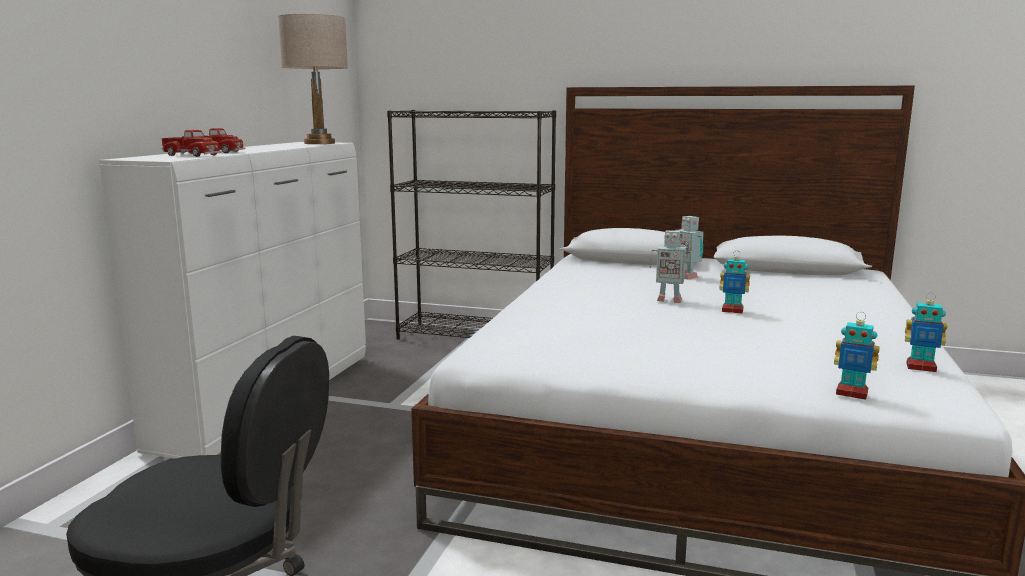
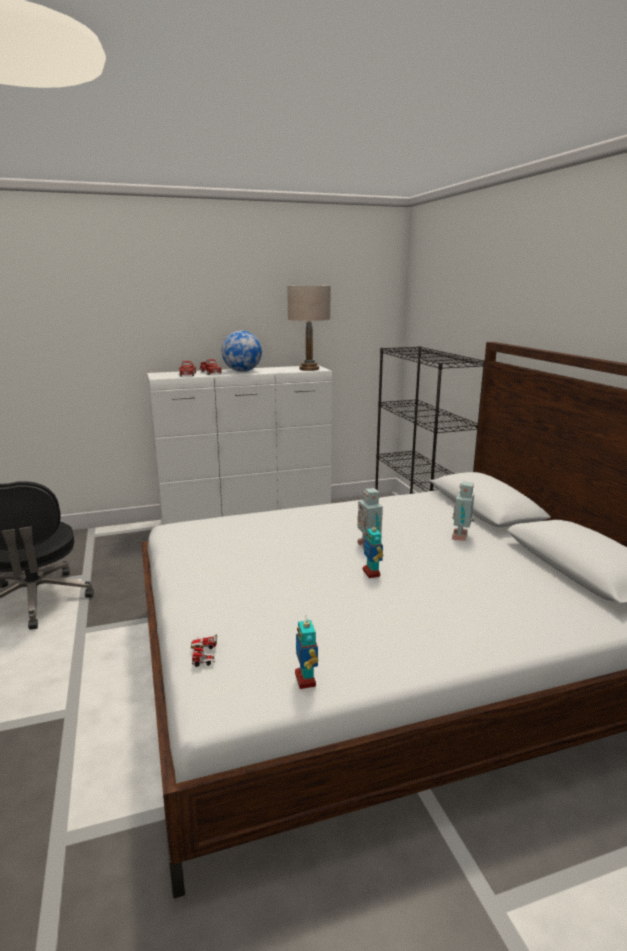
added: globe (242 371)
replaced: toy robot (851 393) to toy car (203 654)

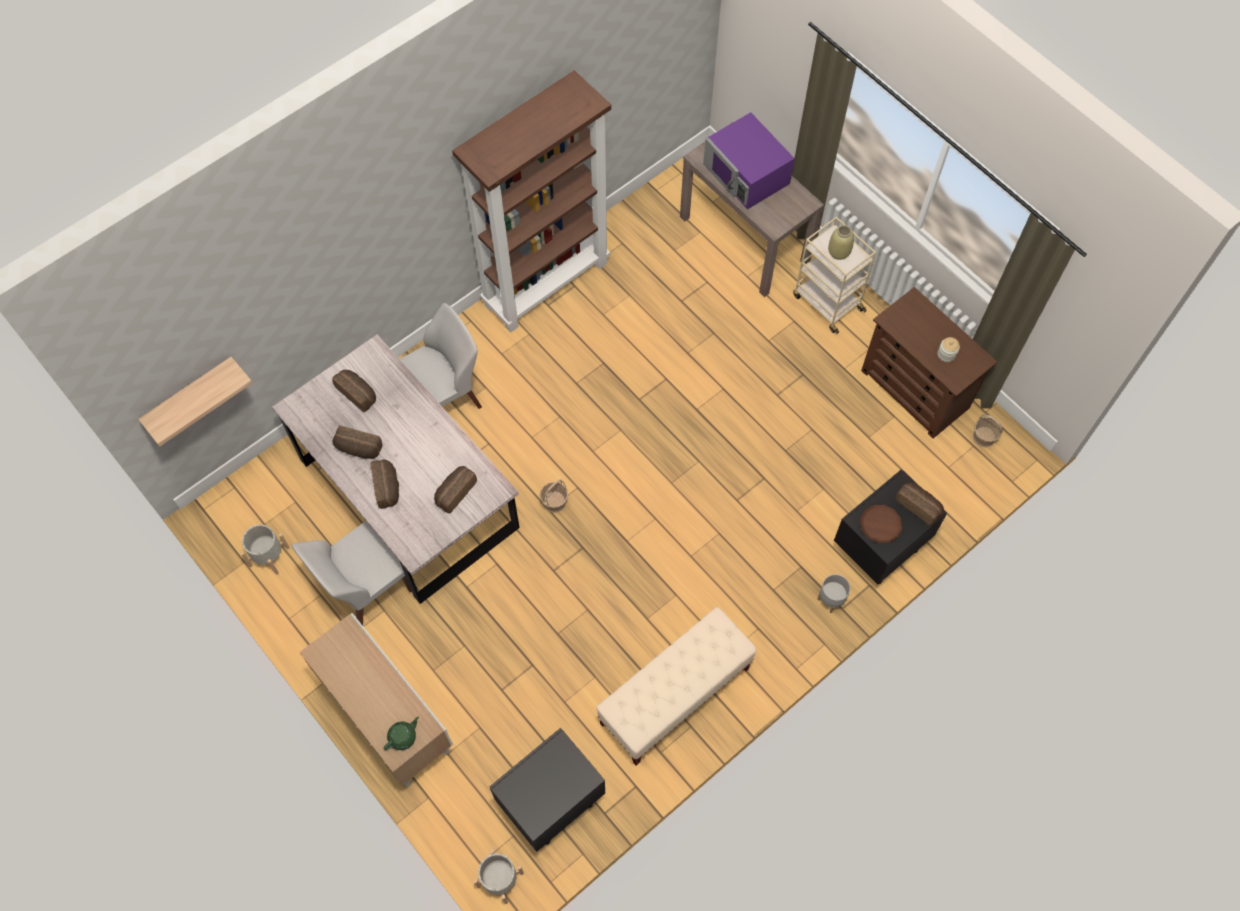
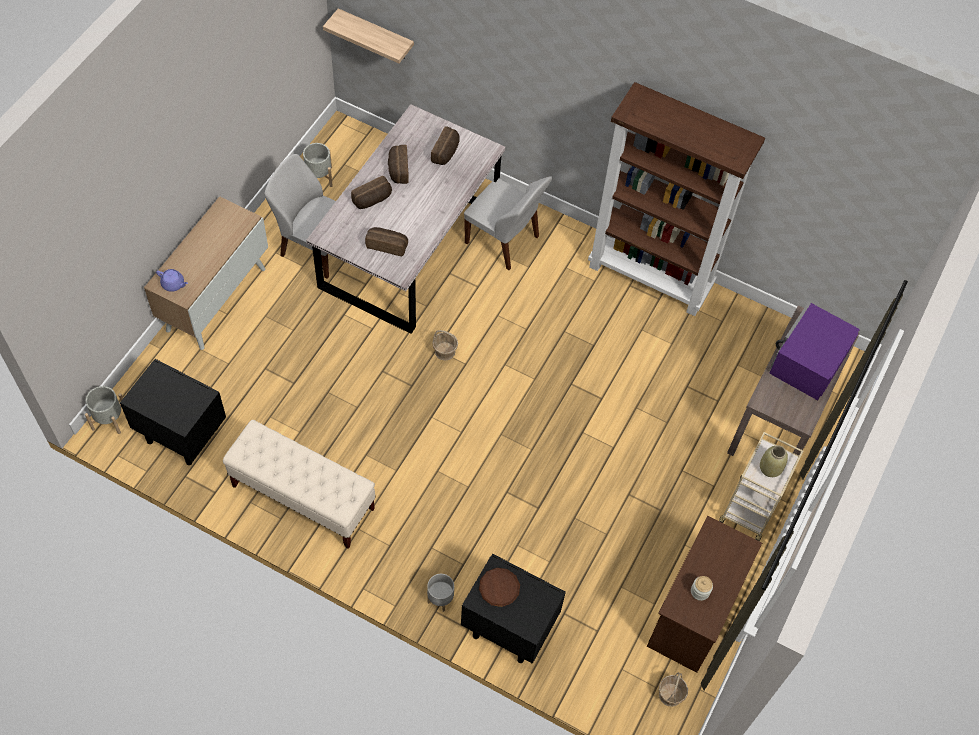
removed: bread (919 505)
recoloured: green teapot (403 736) to purple teapot (173 284)

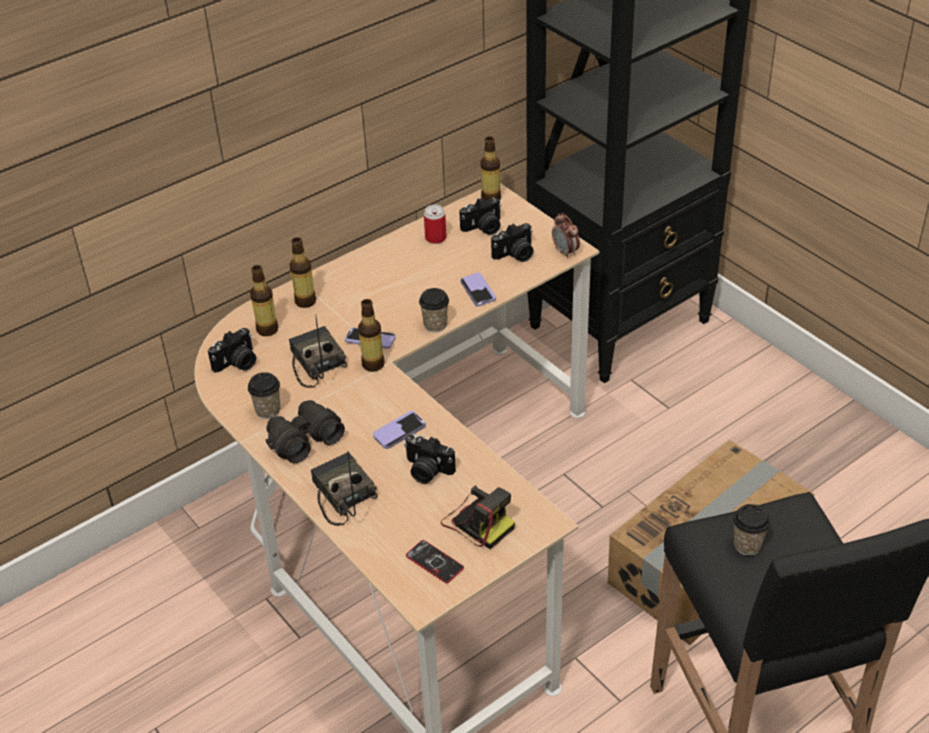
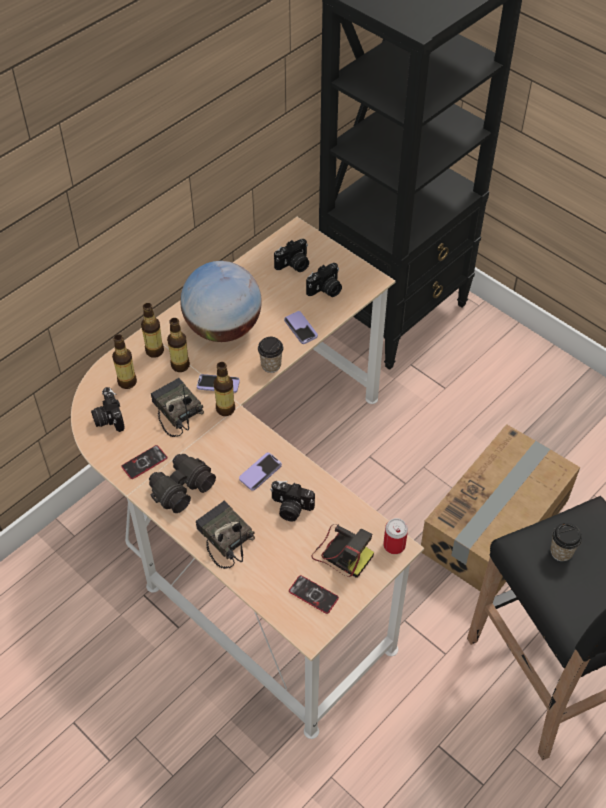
removed: alarm clock (565 252)
added: globe (223 328)
moved: can (435 238) to (394 545); bottle (491 198) to (180 365)
replaced: cup (268 410) to phone (144 462)
turned: photo camera (237 363) = (108 418) 120 degrees clockwise

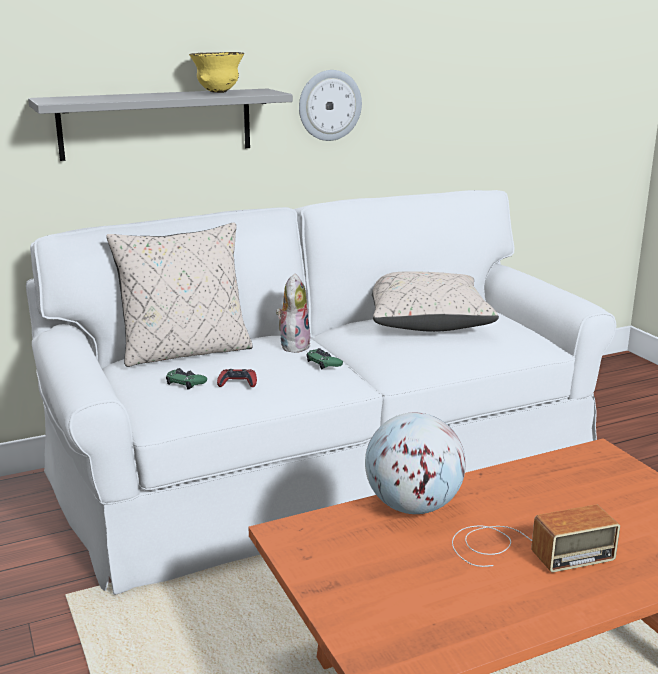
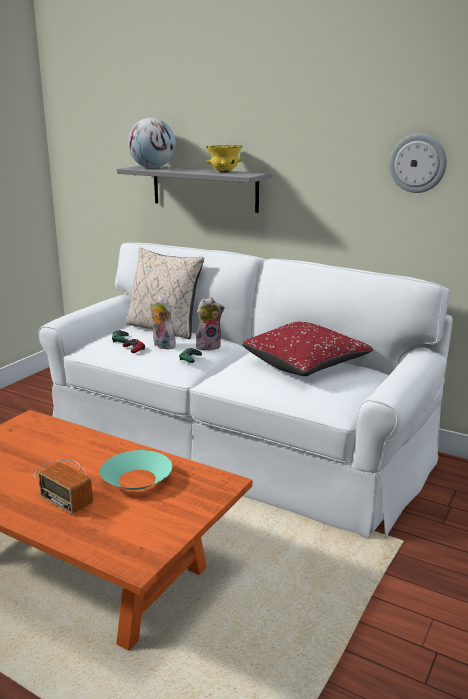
added: turquoise bowl (137 479); plush toy (162 345)
moved: wall clock (329 105) to (418 163); globe (413 506) to (152 168)
recoloured: beige pillow (425 321) to red pillow (305 364)

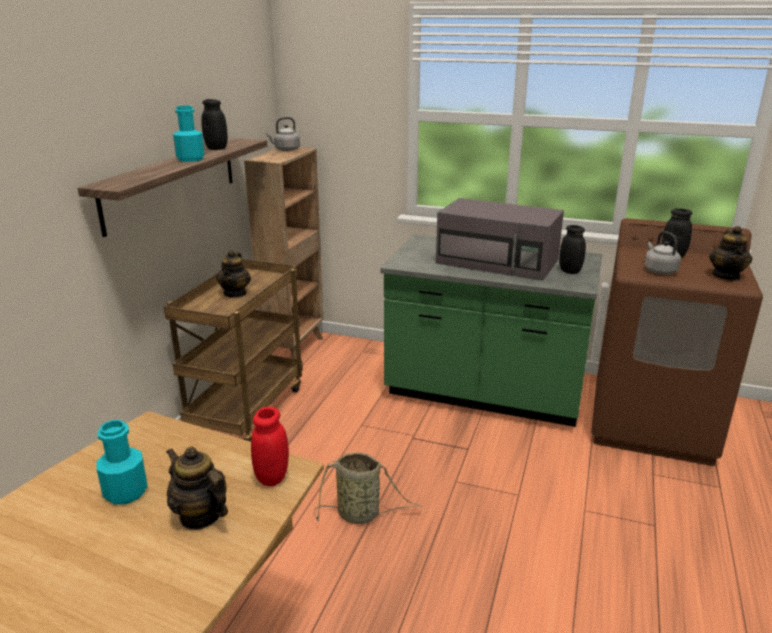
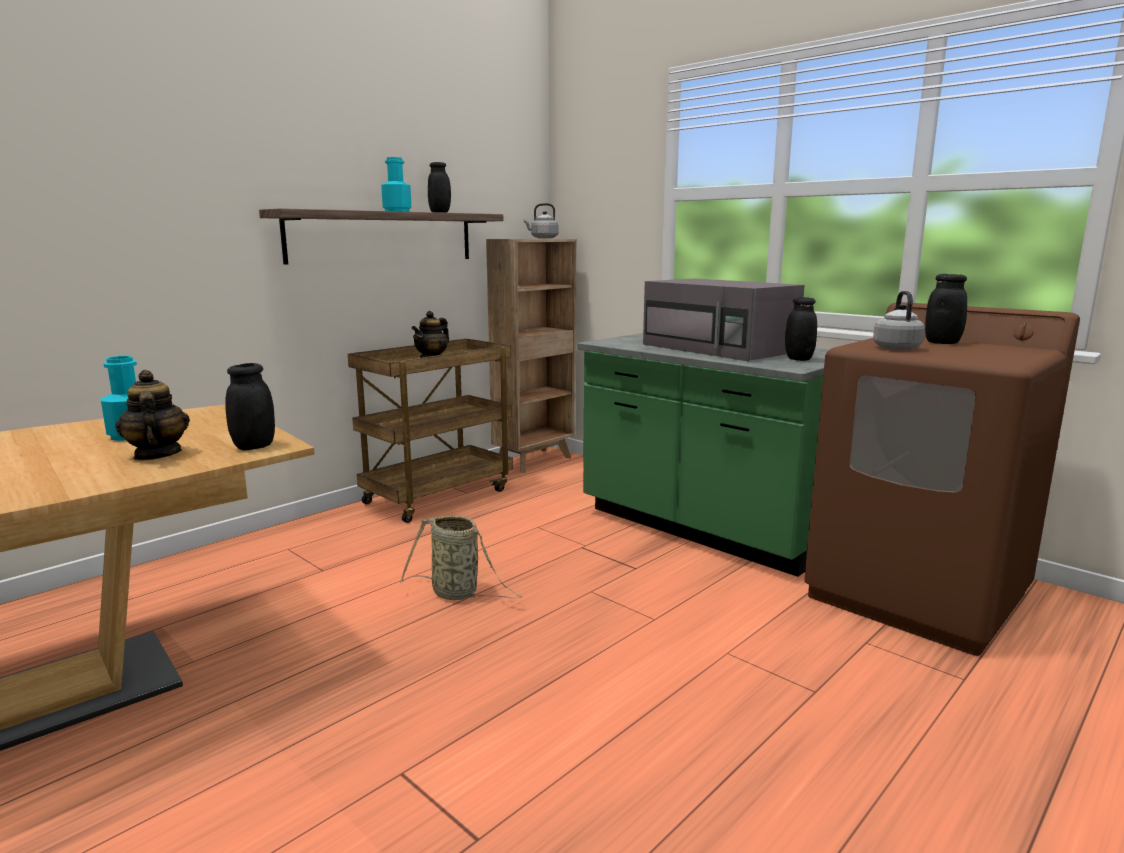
removed: teapot (726 276)
recoloured: red jar (272 477) to black jar (254 446)

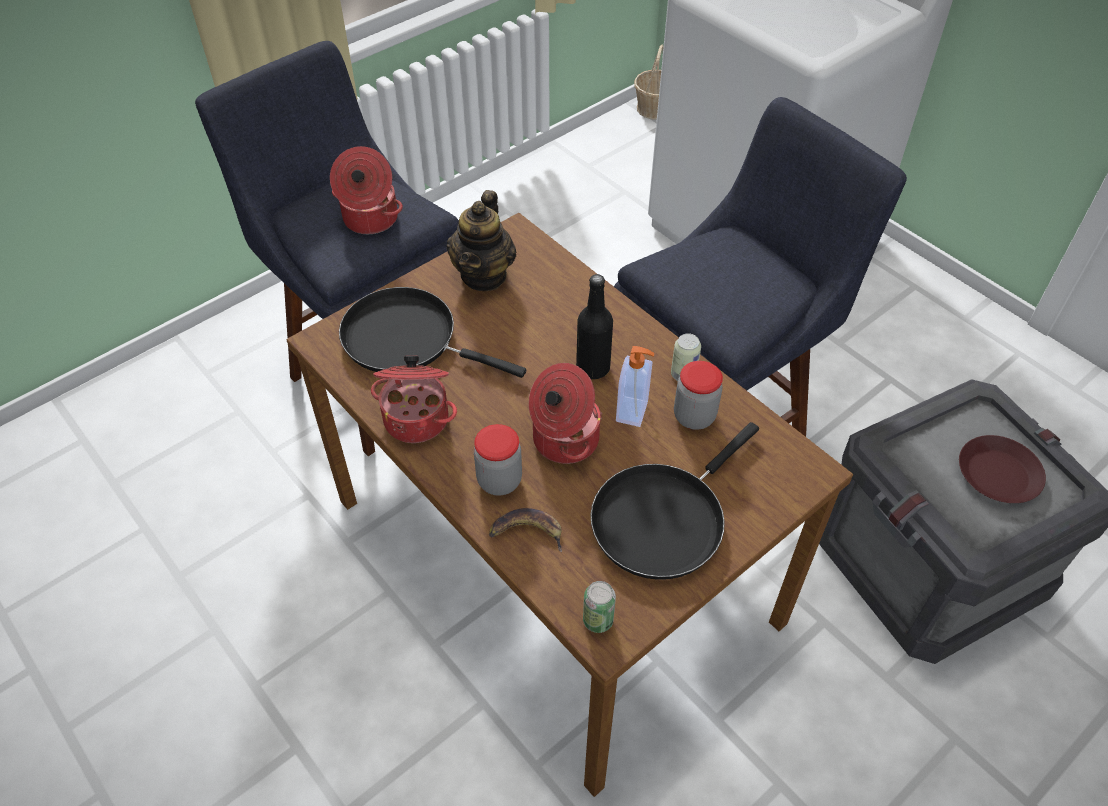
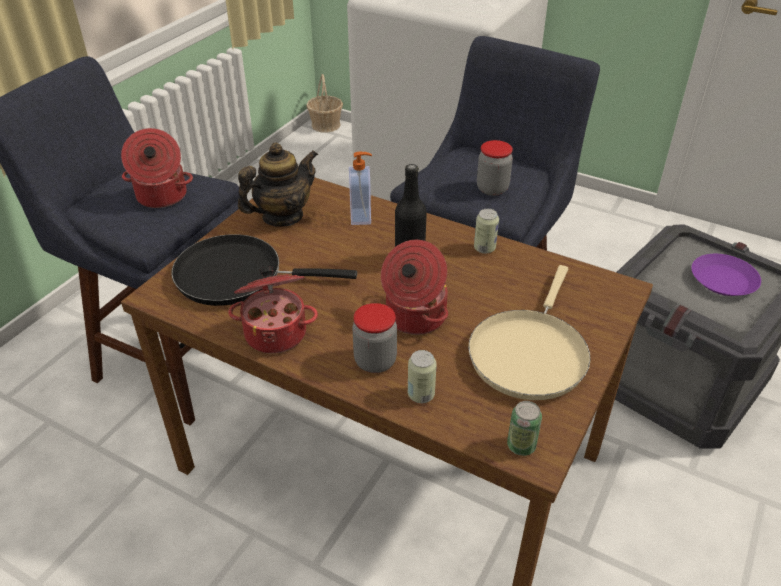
moved: soap dispenser (633 412) to (361 217); jar (694 416) to (492 189)
replaced: banana (526 532) to can (421 395)
recoloured: black frying pan (663 519) to beige frying pan (529 353); brown plate (998 474) to purple plate (723 280)
turned: teapot (484 275) = (282 216) 120 degrees counterclockwise

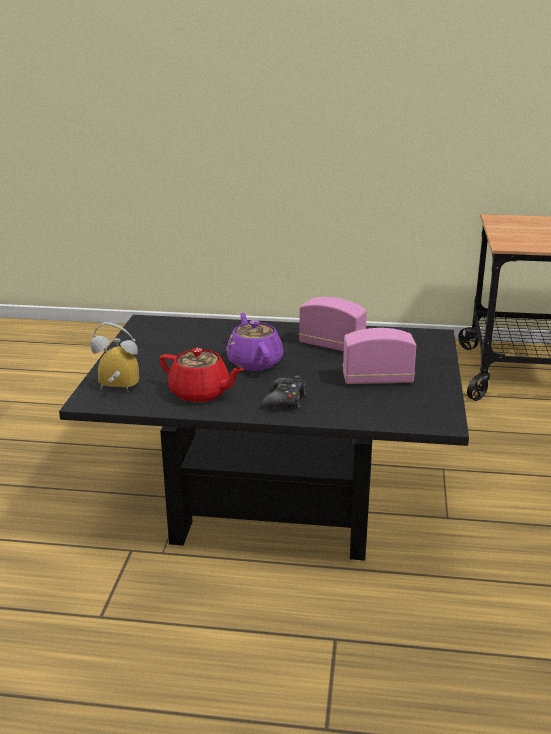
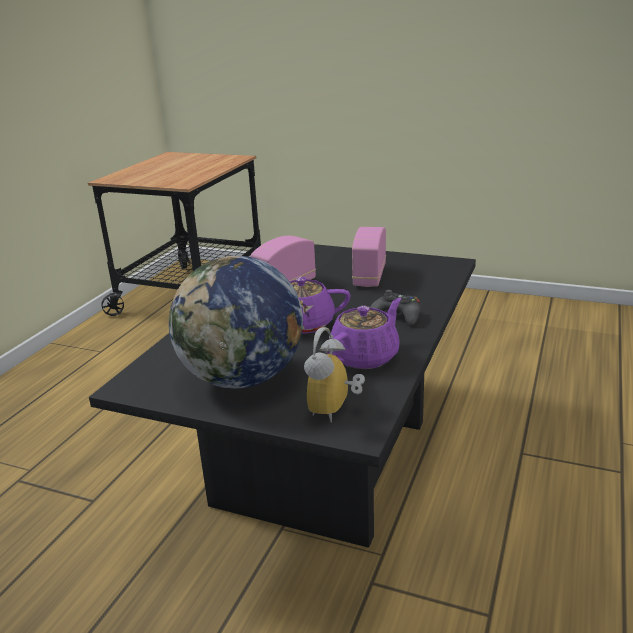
added: globe (243 379)
recoloured: red teapot (200 393) to purple teapot (365 356)

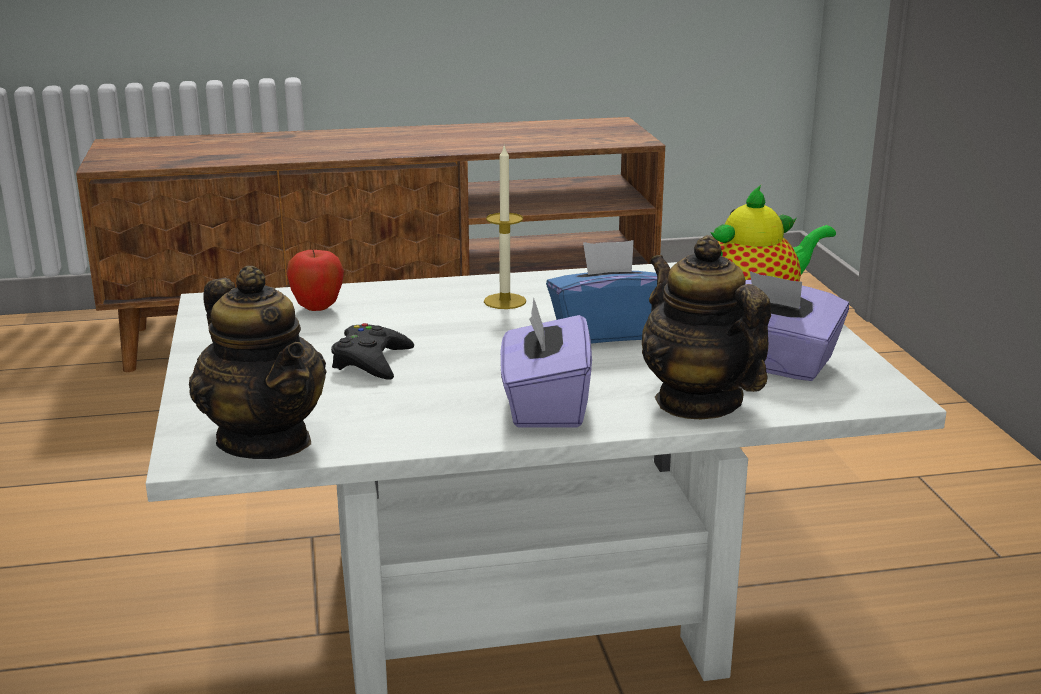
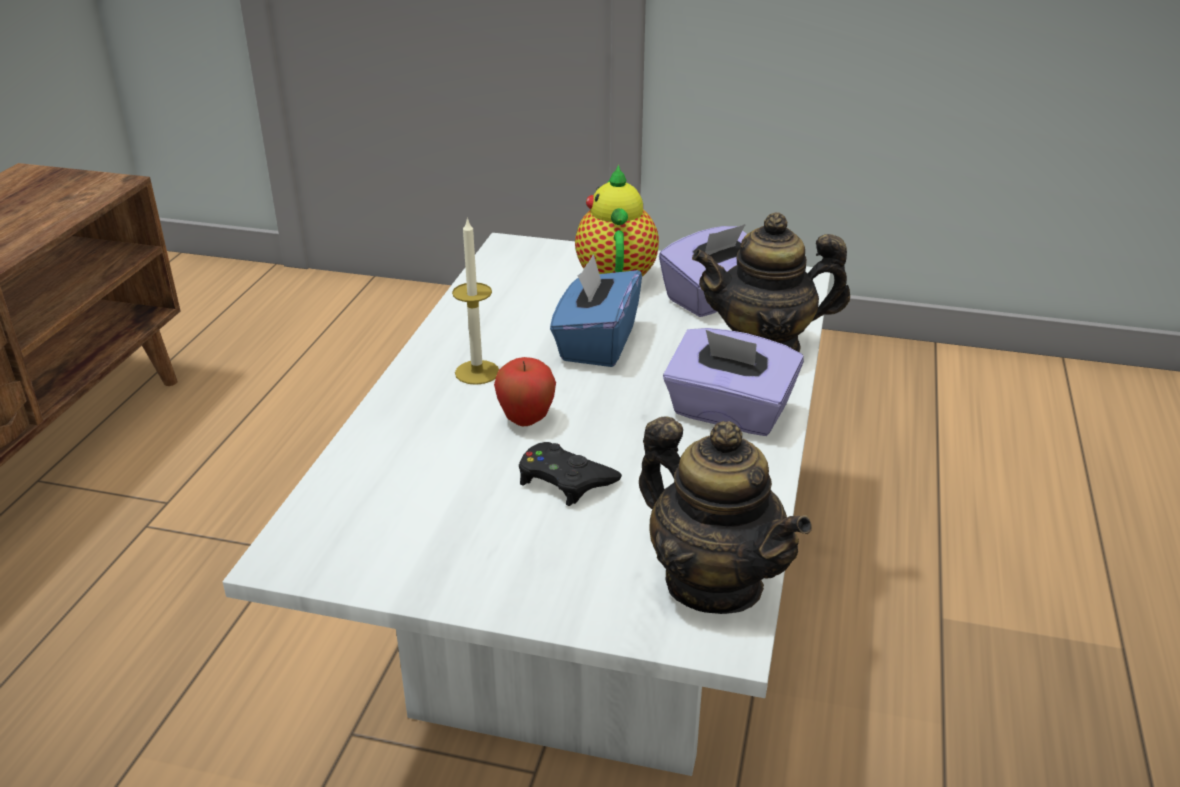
moved: apple (317 308) to (526 420)
turned: teapot (265 440) = (713 582) 60 degrees clockwise

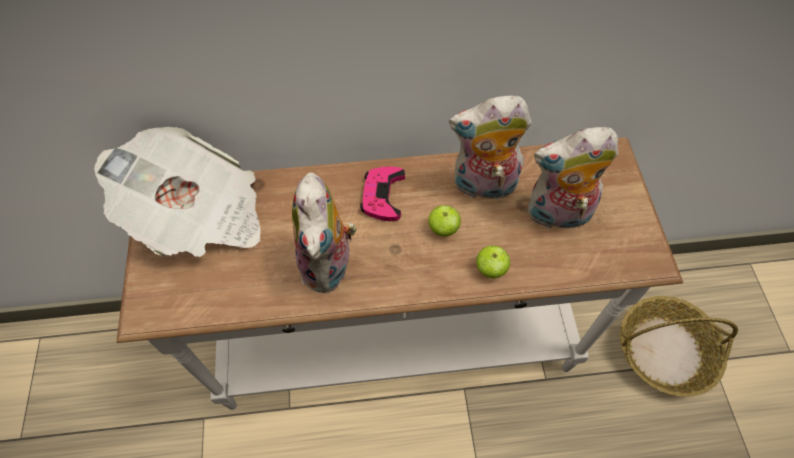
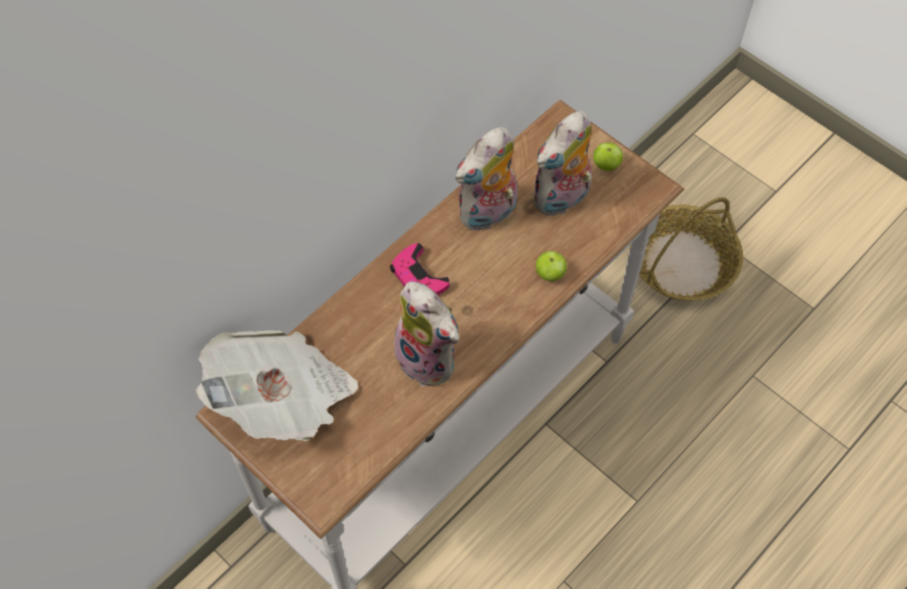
moved: apple (443 229) to (606 165)

